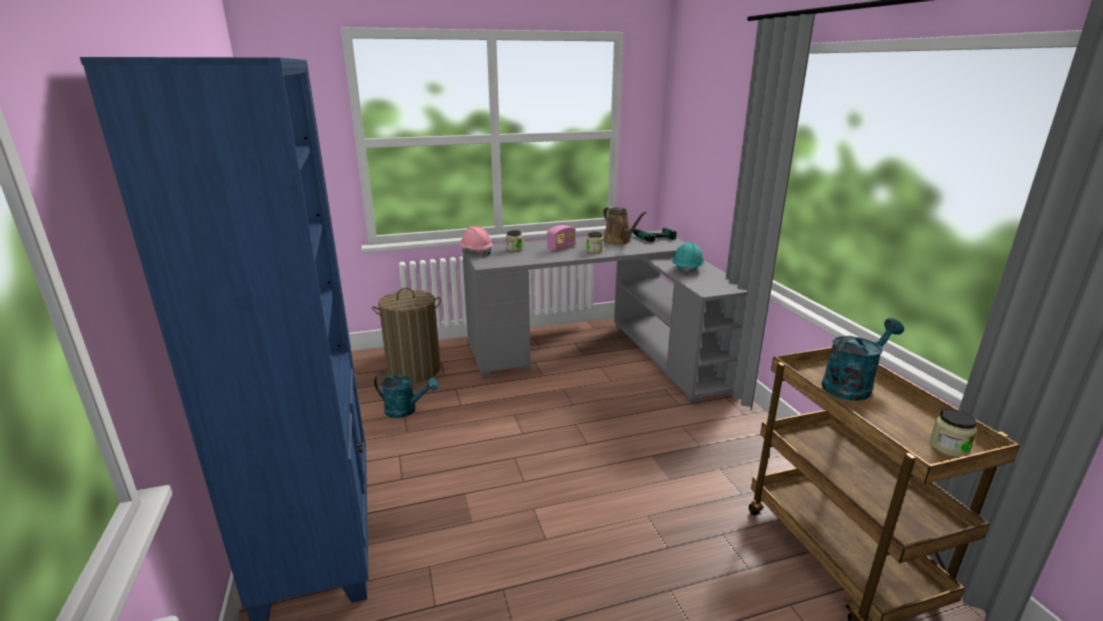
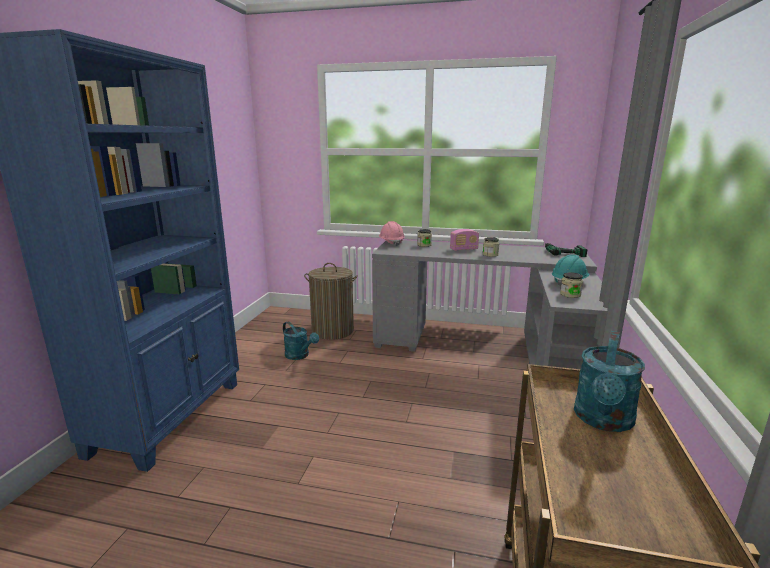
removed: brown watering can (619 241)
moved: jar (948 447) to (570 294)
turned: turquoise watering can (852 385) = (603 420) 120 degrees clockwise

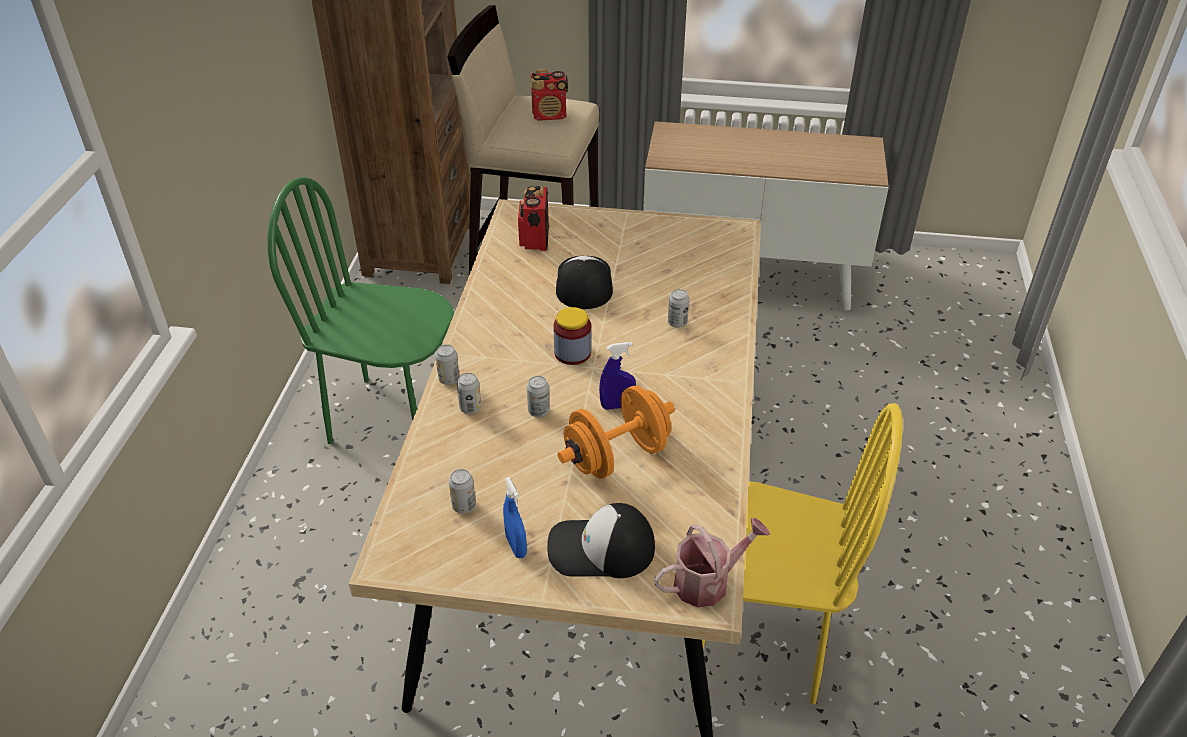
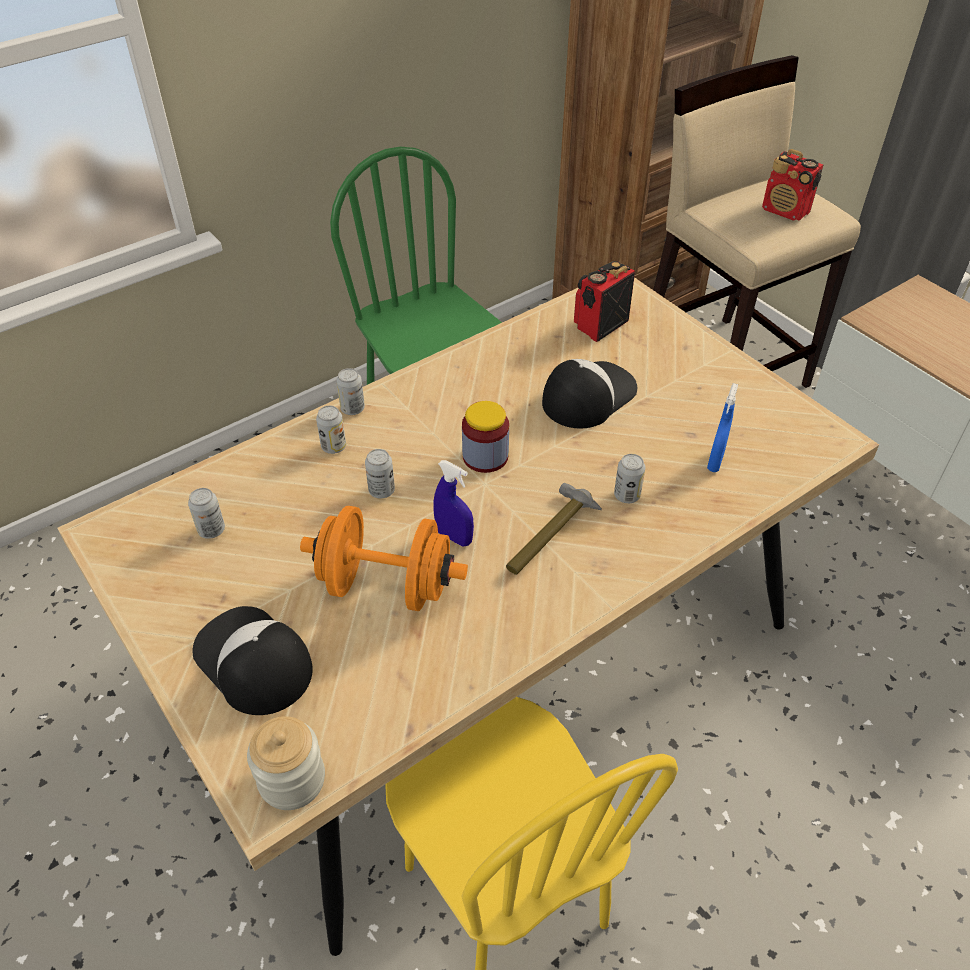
added: hammer (549 536)
moved: blue spray bottle (516 546) to (715 461)
replaced: watering can (708 581) to jar (292 779)

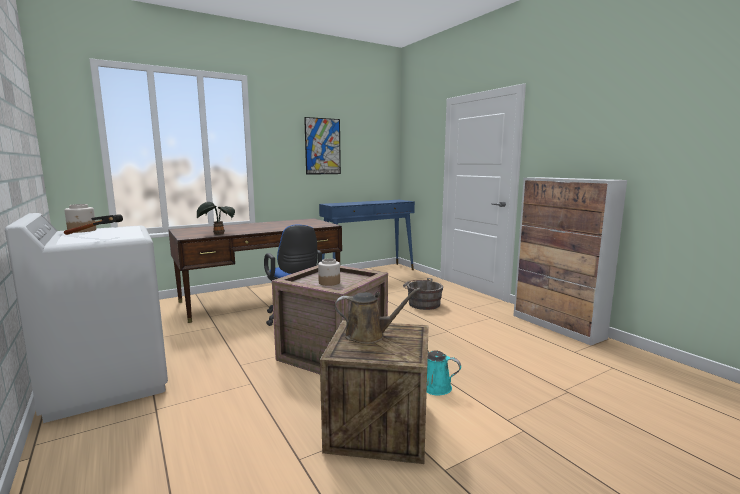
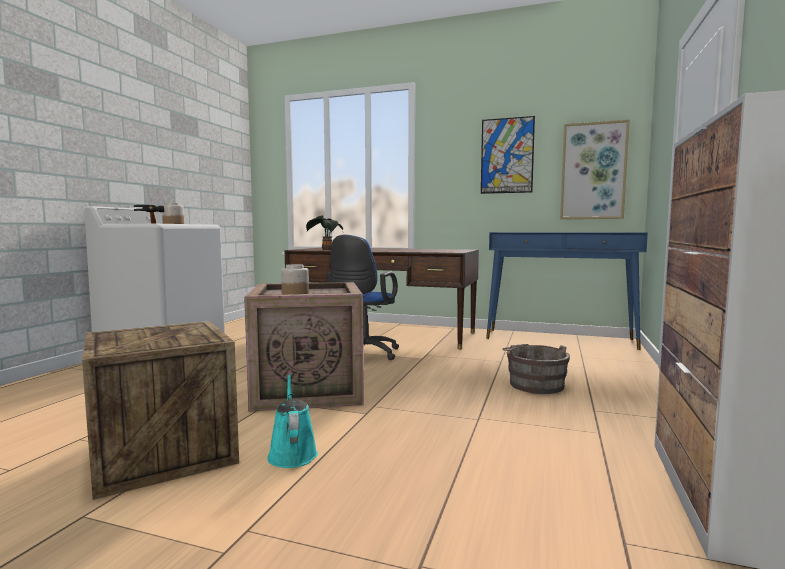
removed: brown watering can (369 335)
added: picture (593 171)

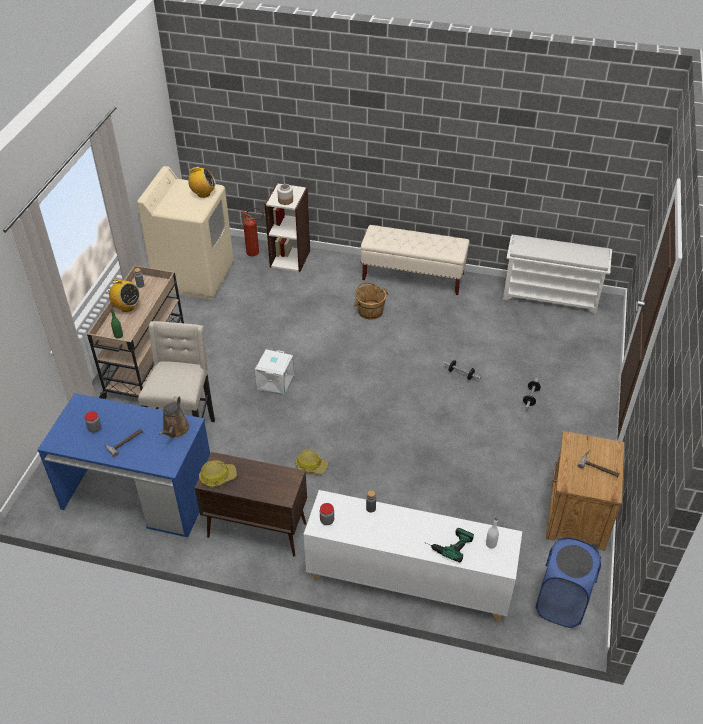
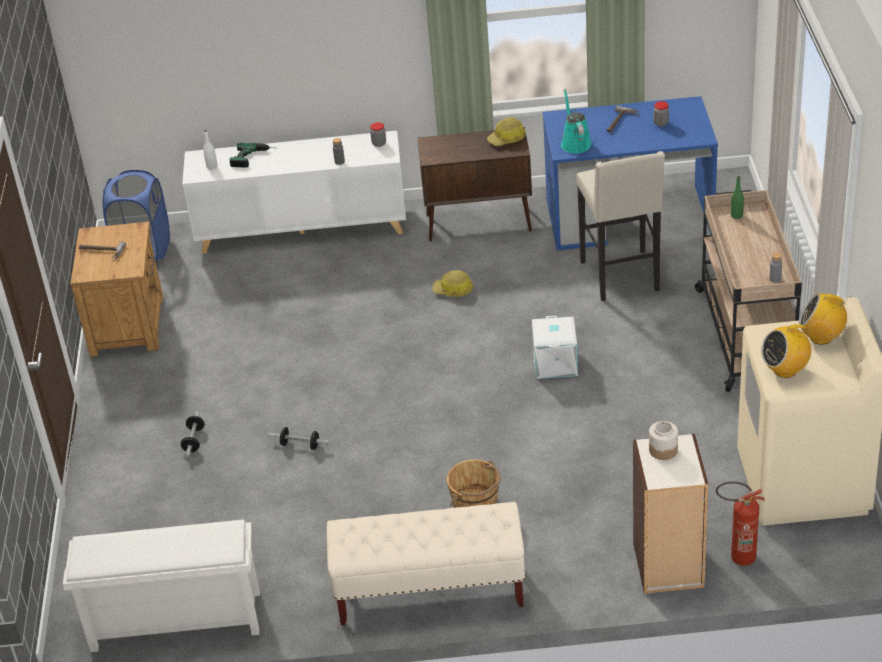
moved: radio (127 307) to (821 337)
recoloured: brown watering can (175 430) to turquoise watering can (575 143)

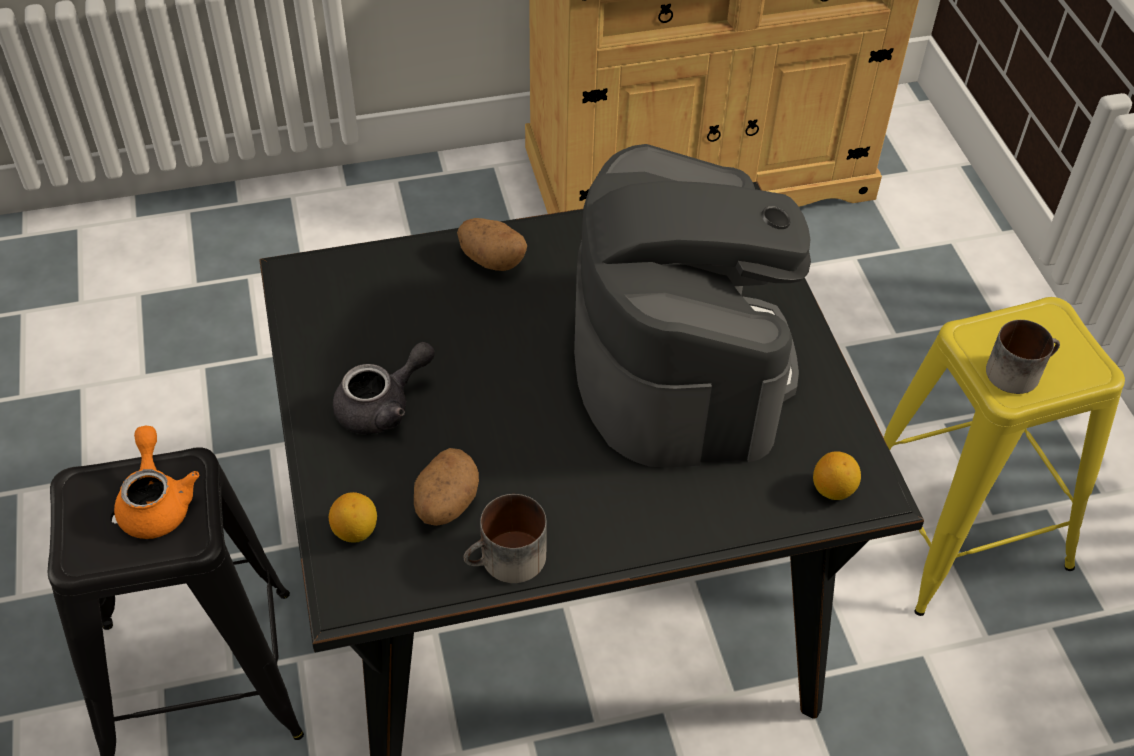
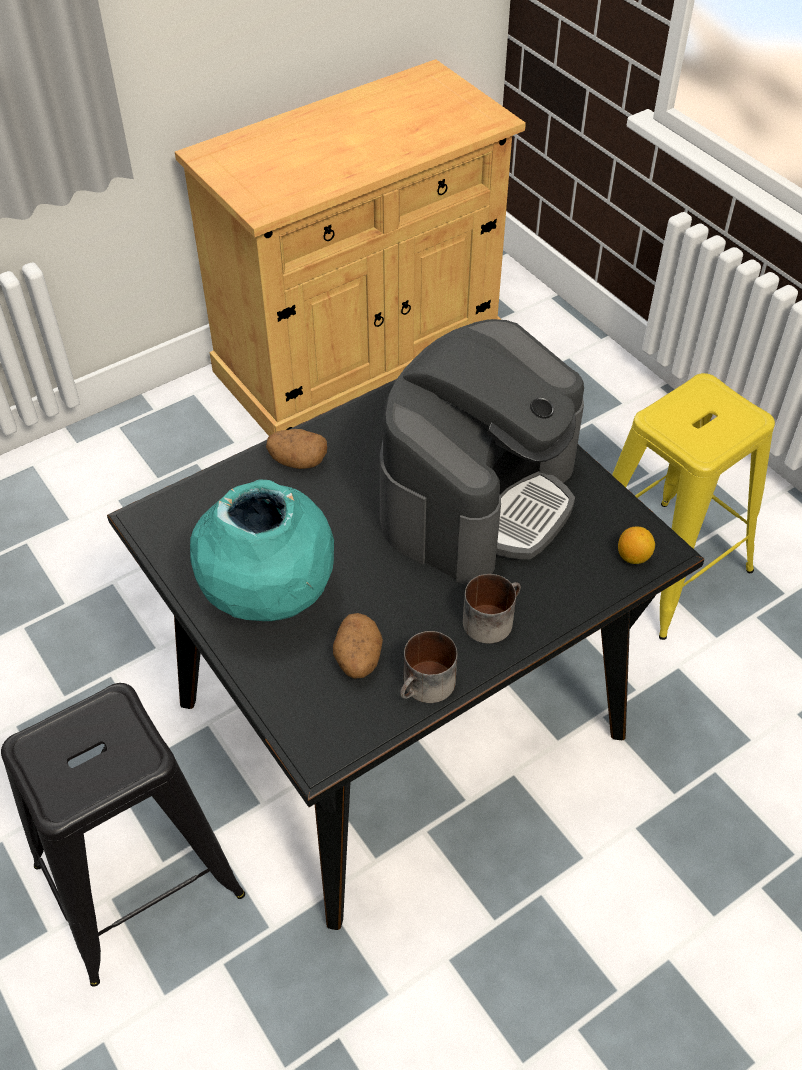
removed: orange teapot (157 502); lemon (356 531)
moved: mug (1017 370) to (491 618)
replaced: grey teapot (383 406) to turquoise vase (270 600)
turned: coffee machine (679 361) = (478 497) 60 degrees clockwise

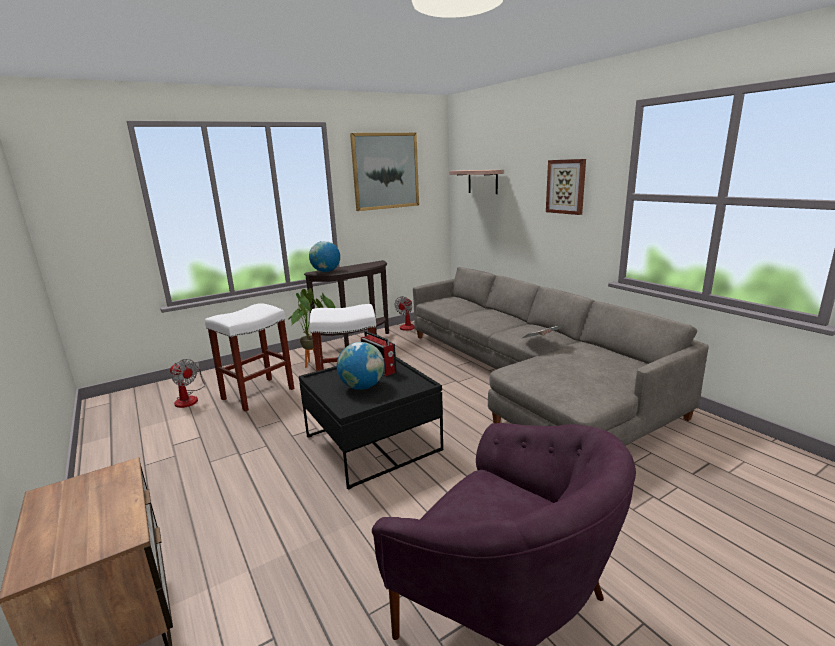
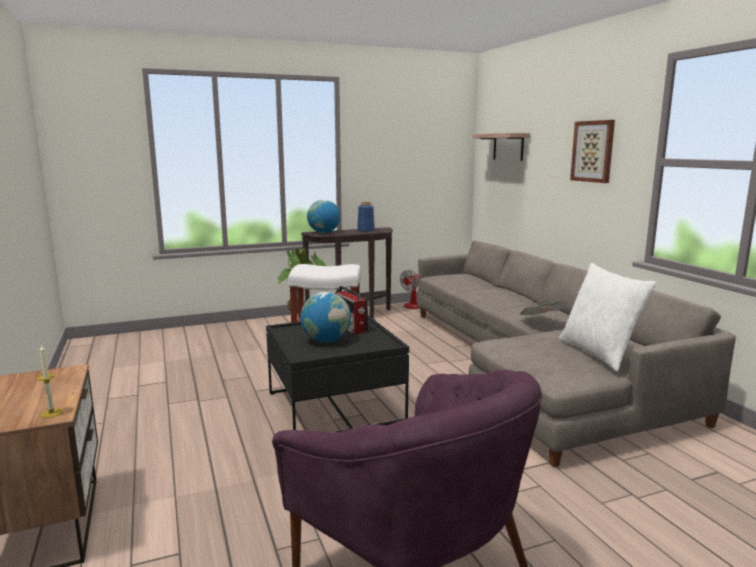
removed: fan (189 398); white stool (258 393); picture (385 171)
added: candle (51 413); blue vase (366 231); white pillow (599 353)

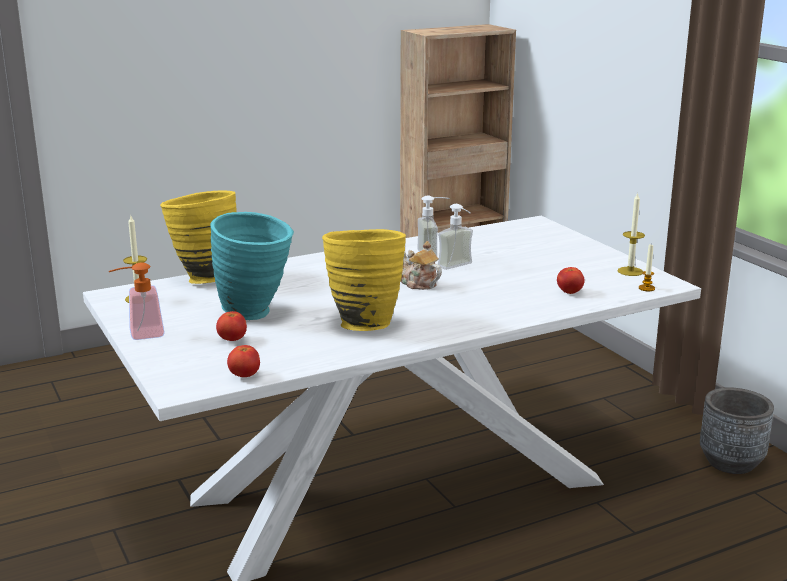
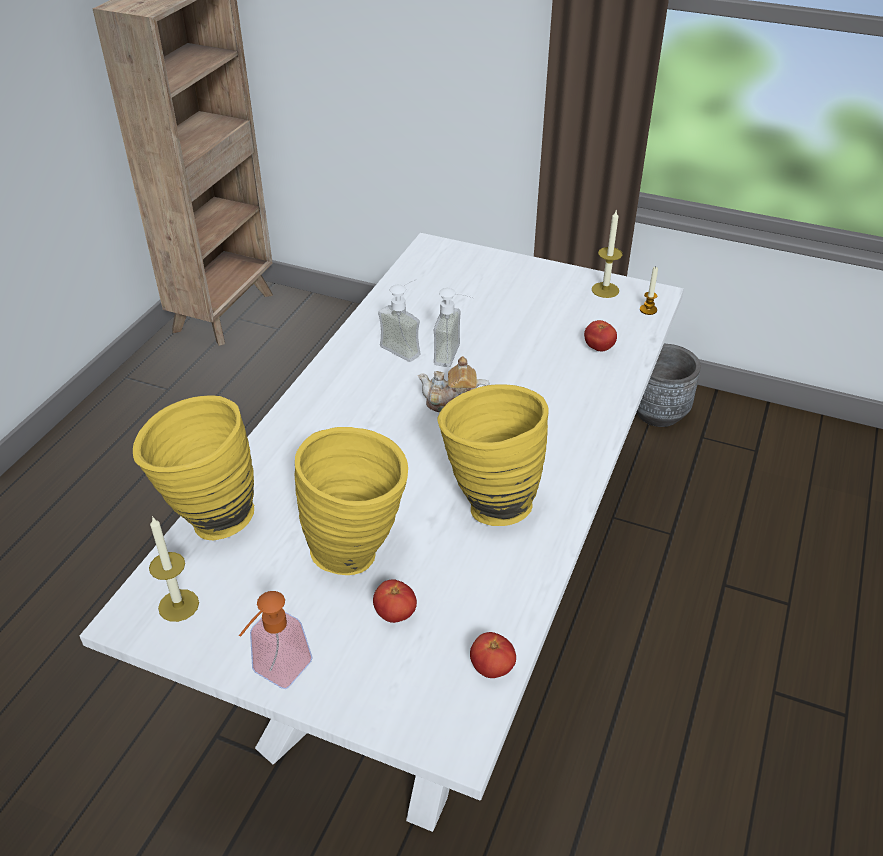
recoloured: turquoise vase (256 314) to yellow vase (359 551)

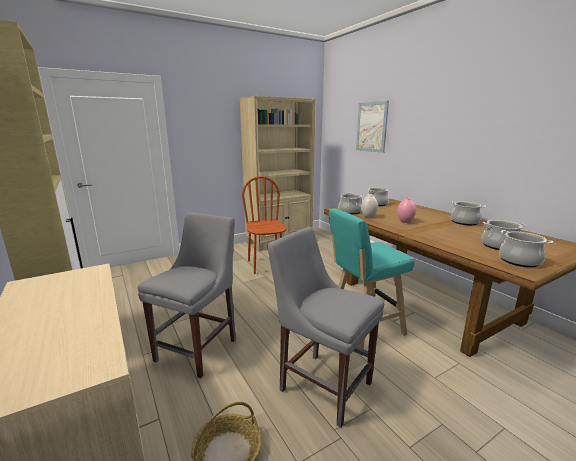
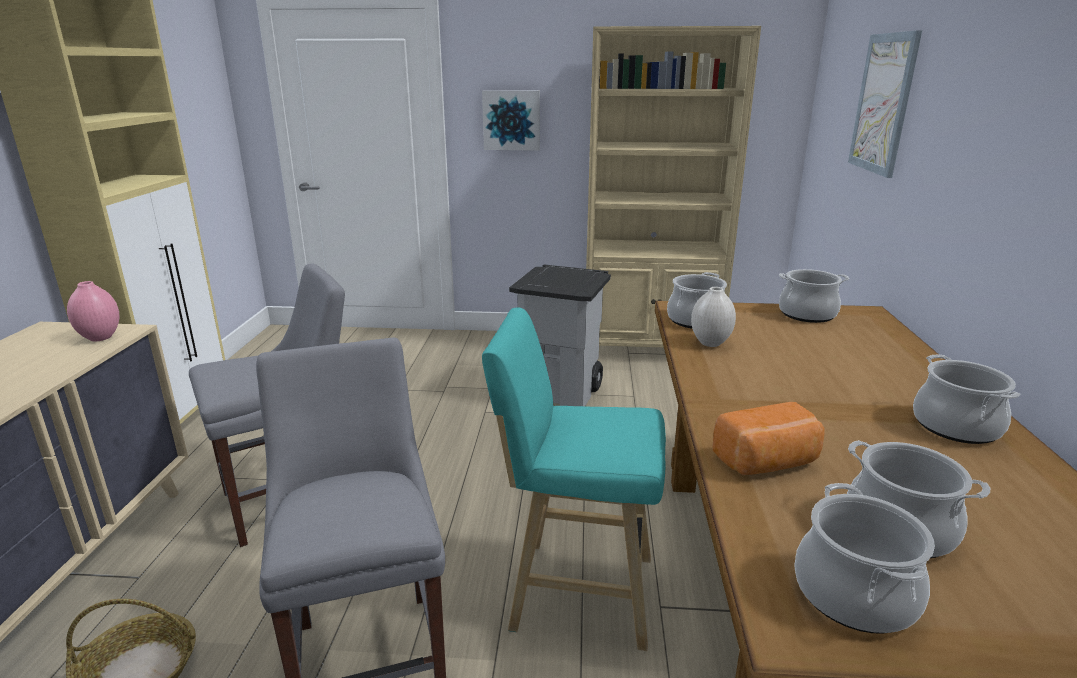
added: picture (511 120); bread (768 462)
moved: pink vase (405 221) to (101 337)
replaced: brown chair (266 265) to grey trash can (562 392)

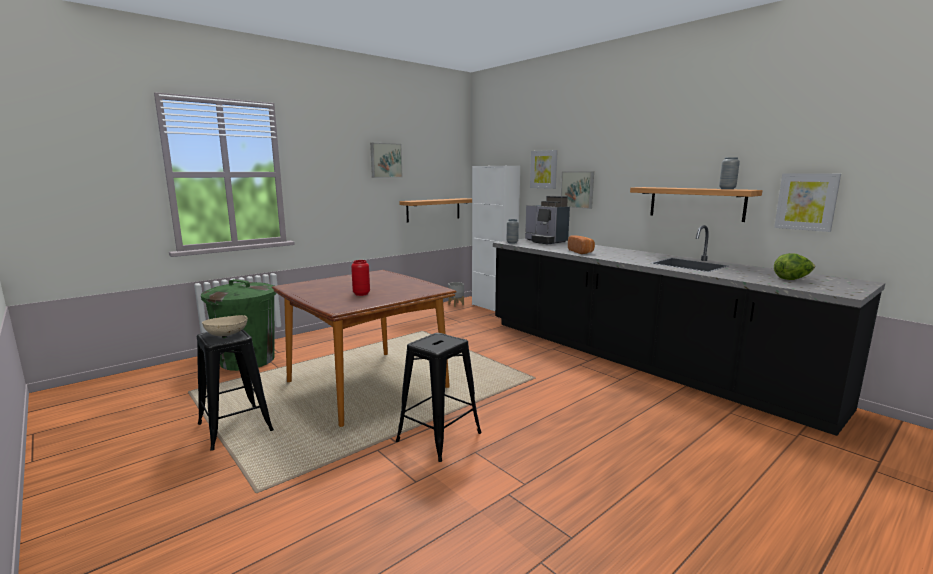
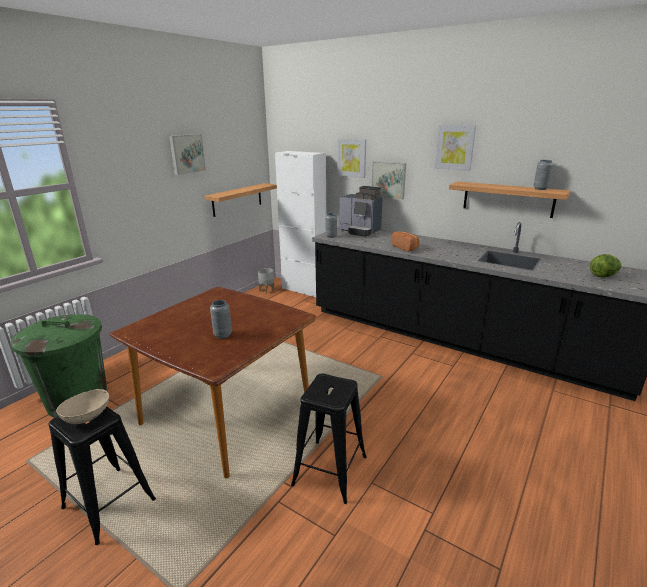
moved: picture (806 201) to (454 147)
recoloured: red vase (361 294) to grey vase (223 335)

